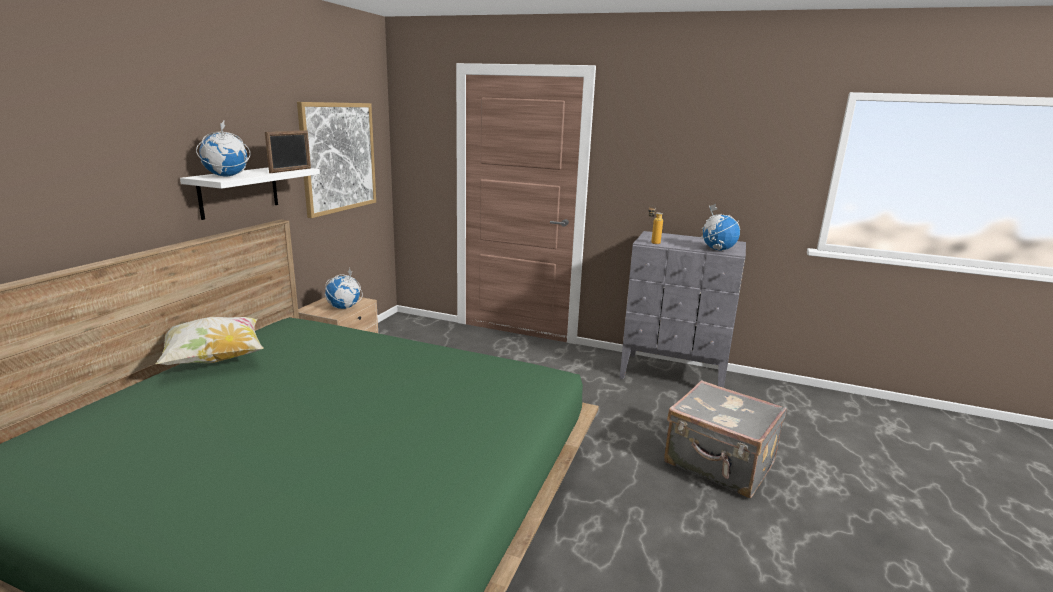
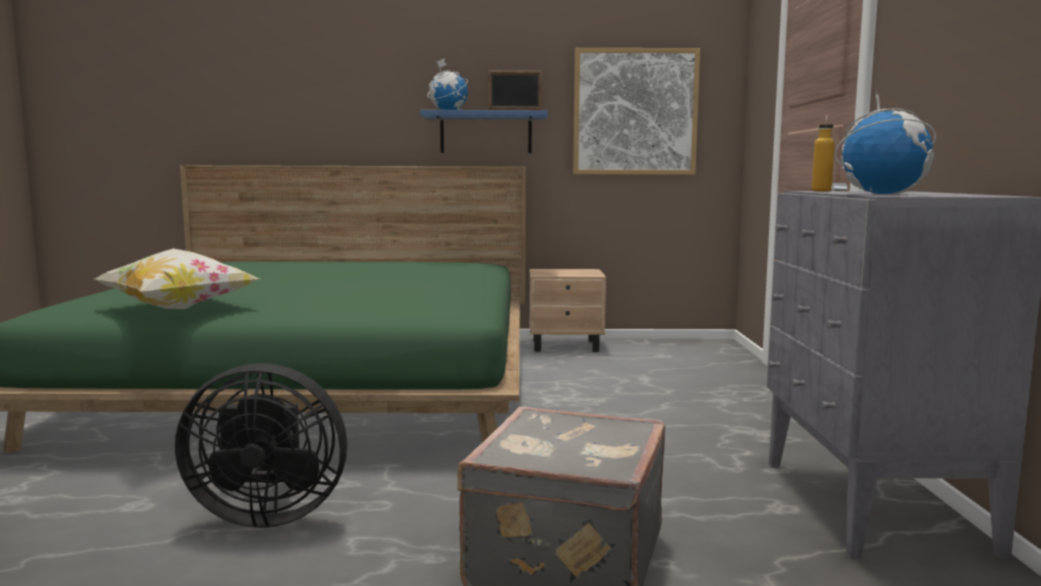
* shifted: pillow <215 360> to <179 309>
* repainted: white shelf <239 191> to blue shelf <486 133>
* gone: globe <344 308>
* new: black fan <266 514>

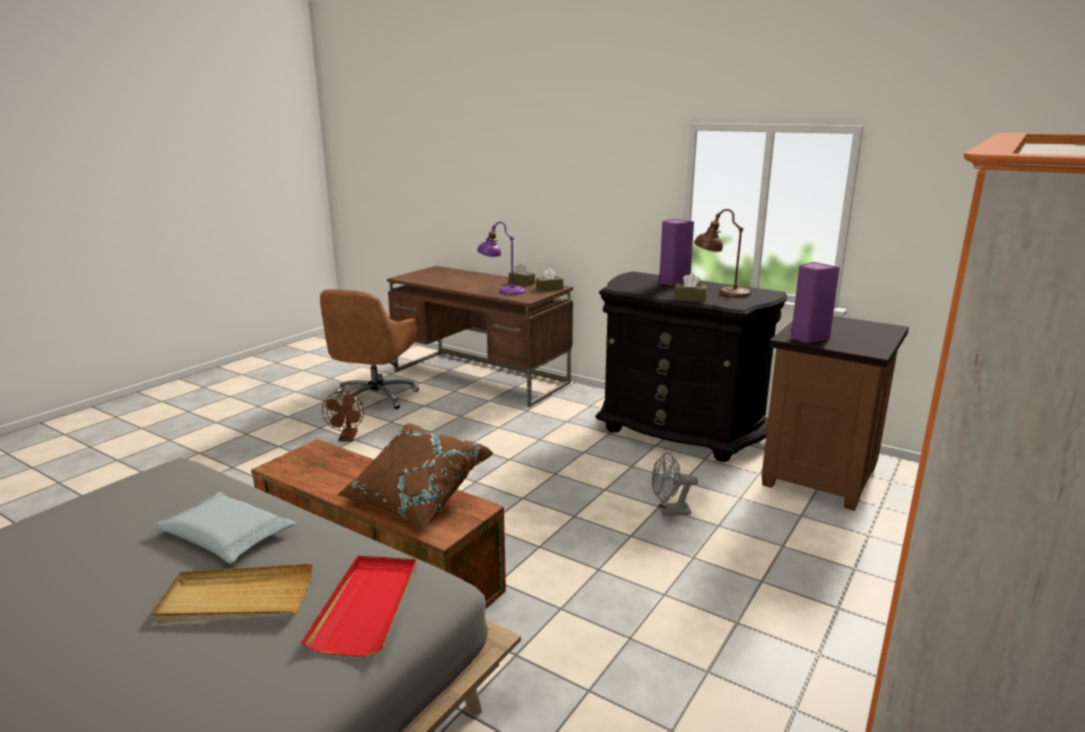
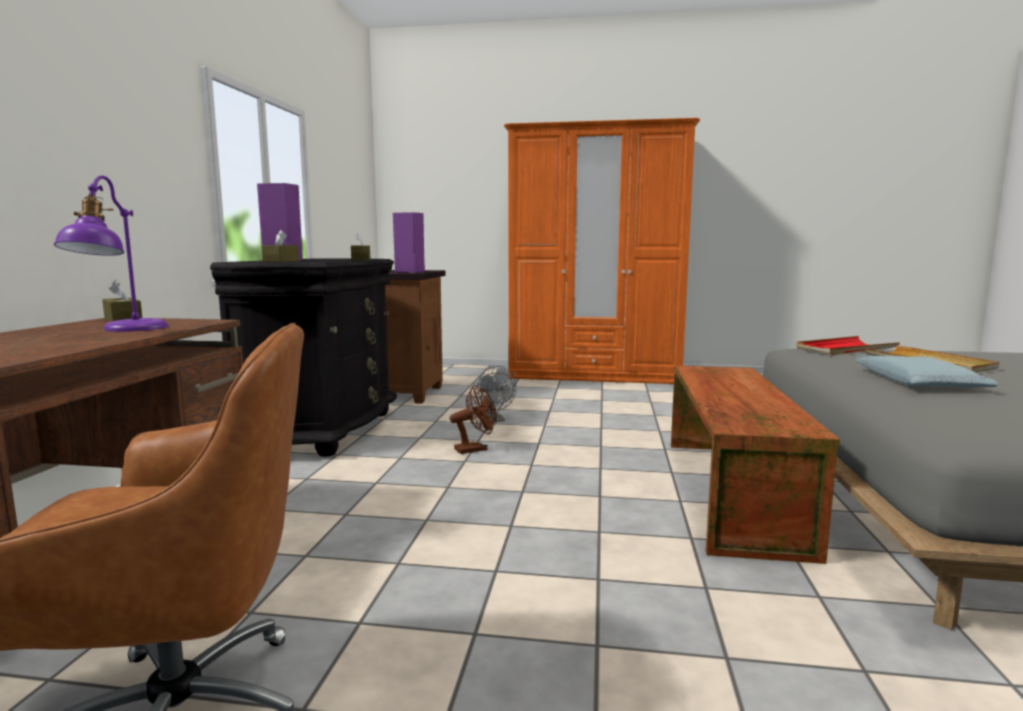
* shifted: brown fan <347 438> to <475 449>
* gone: brown pillow <416 498>
* shifted: brown tissue box <522 283> to <281 261>
* gone: brown table lamp <720 291>

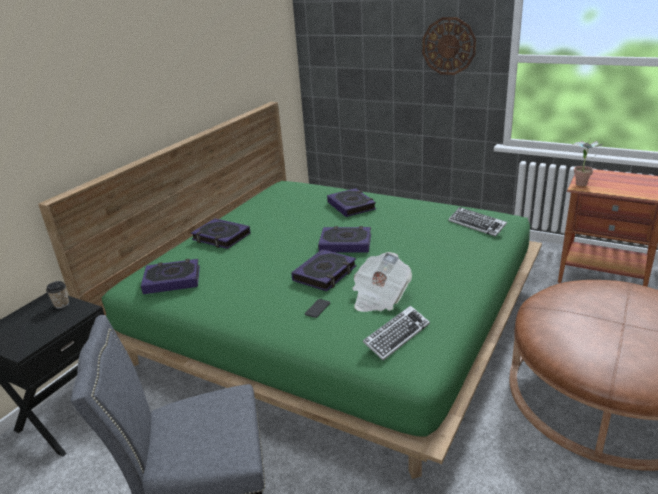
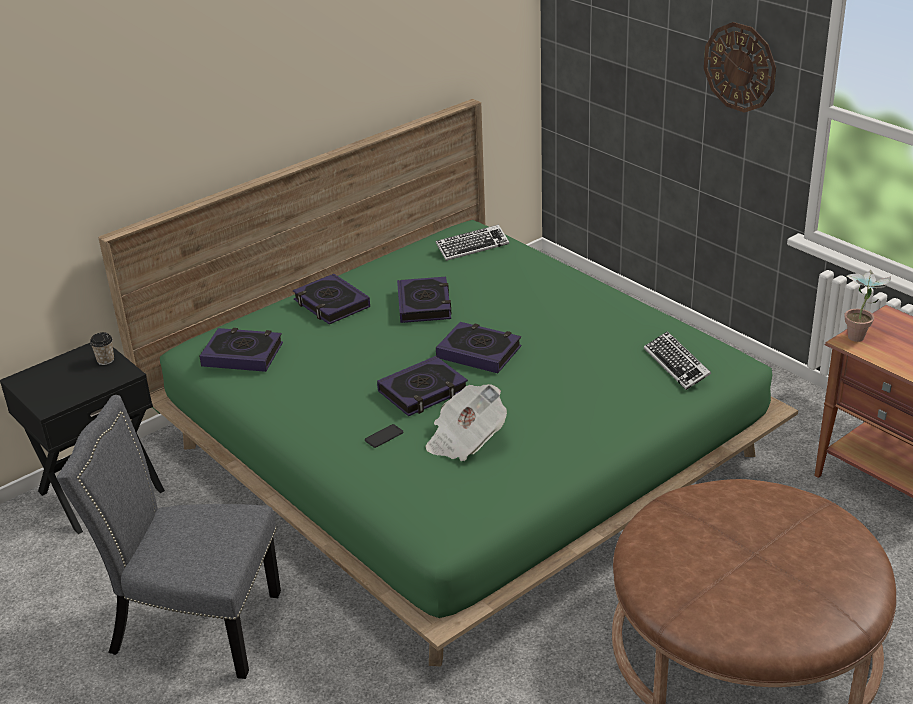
* shifted: book <351 206> to <424 305>
* shifted: keyboard <396 336> to <472 247>

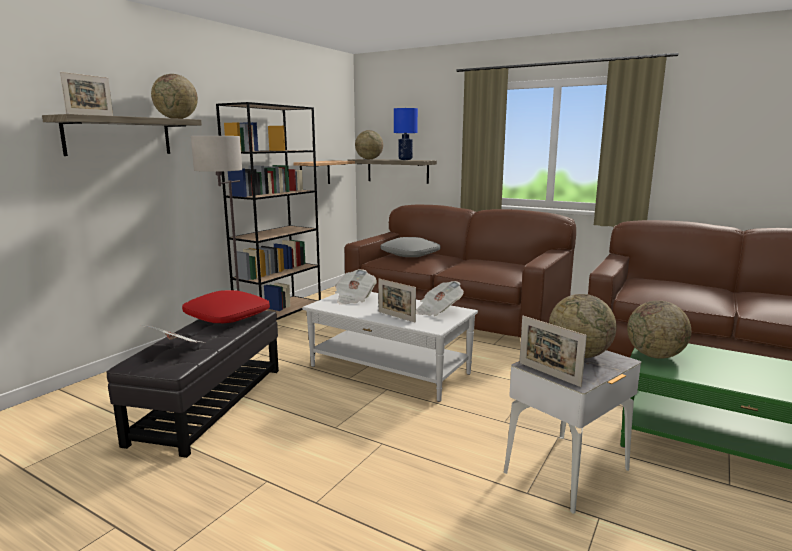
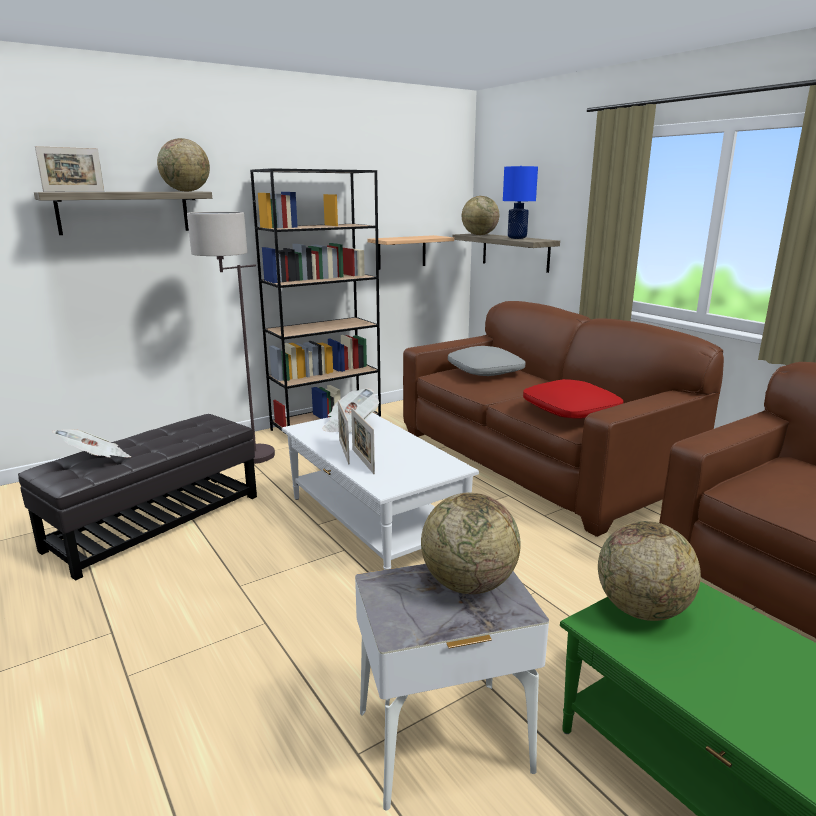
* shifted: red pillow <227 316> to <571 410>
* gone: newspaper <438 311>
* shifted: picture frame <548 374> to <344 451>

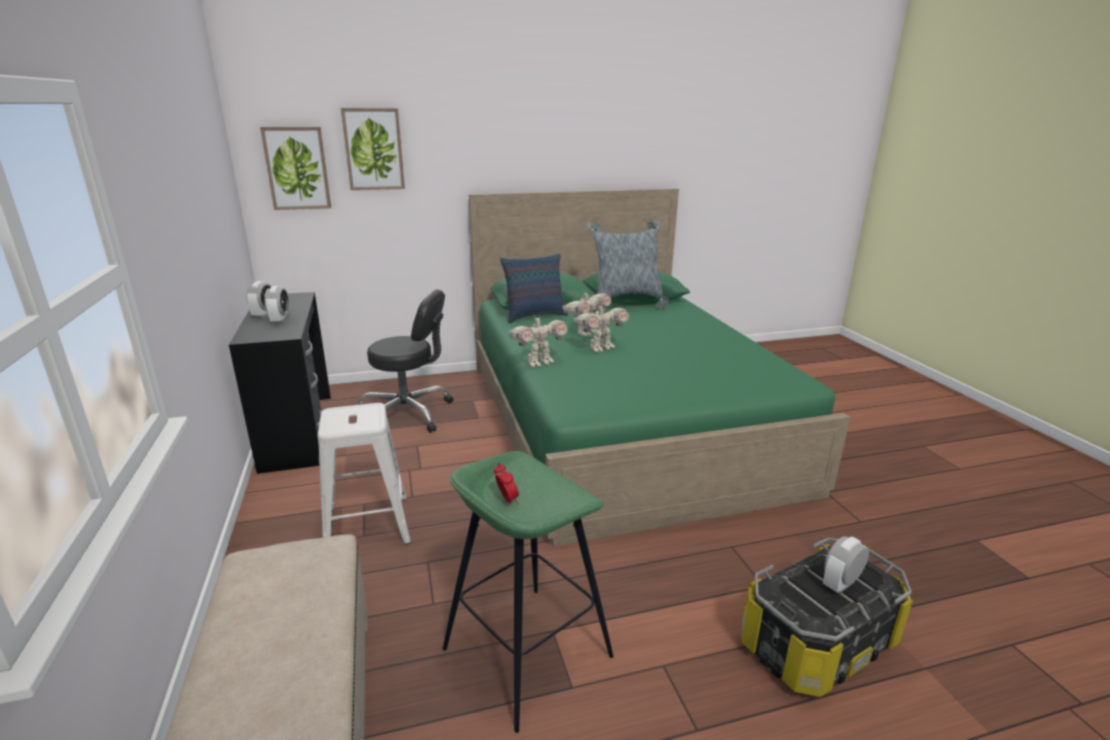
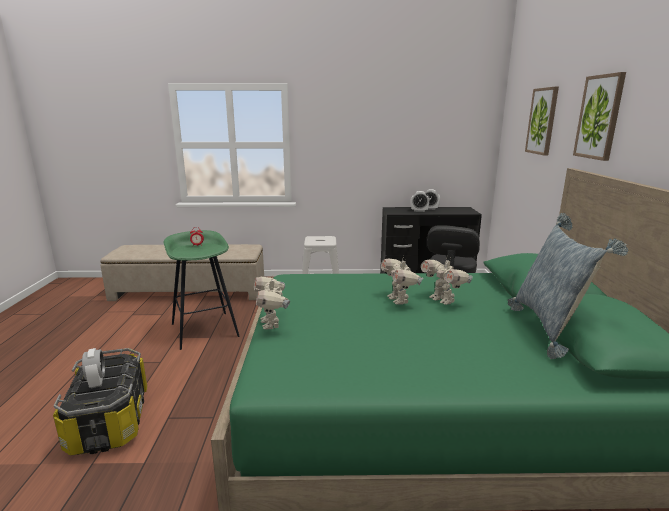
* shifted: picture <297 168> to <599 117>
* gone: blue pillow <535 316>
* shifted: toy robot <538 363> to <271 324>

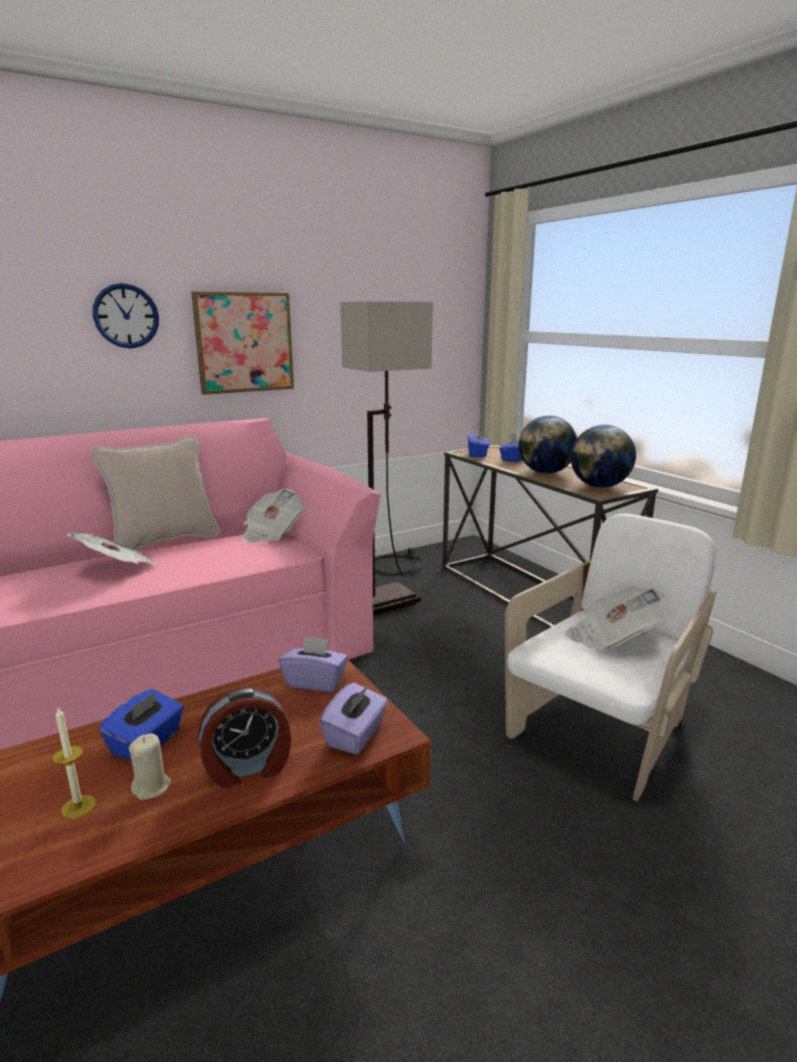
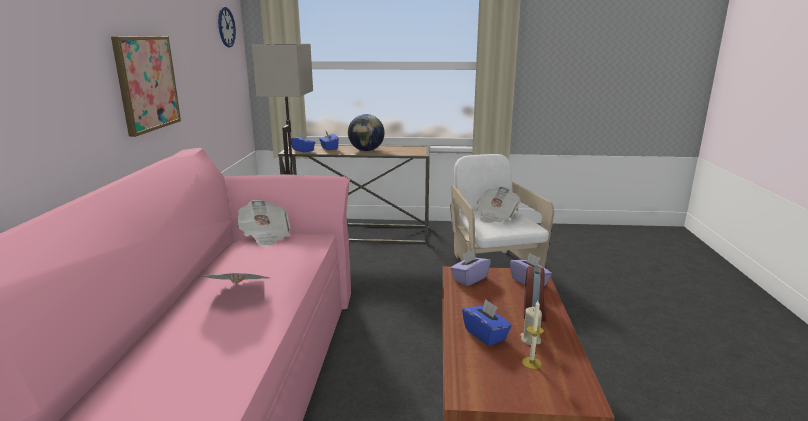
* gone: beige pillow <164 541>
* shifted: wall clock <126 316> to <226 27>
* gone: globe <599 486>

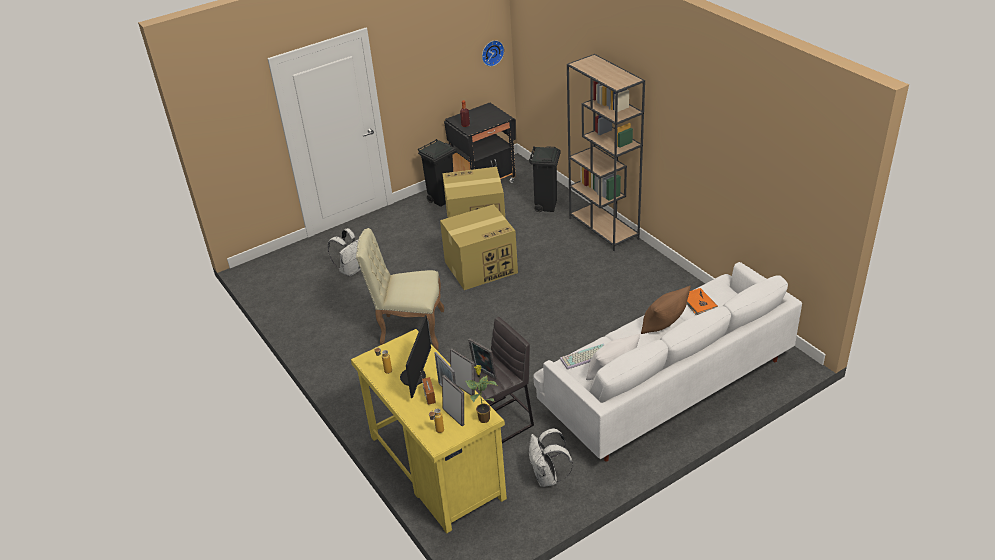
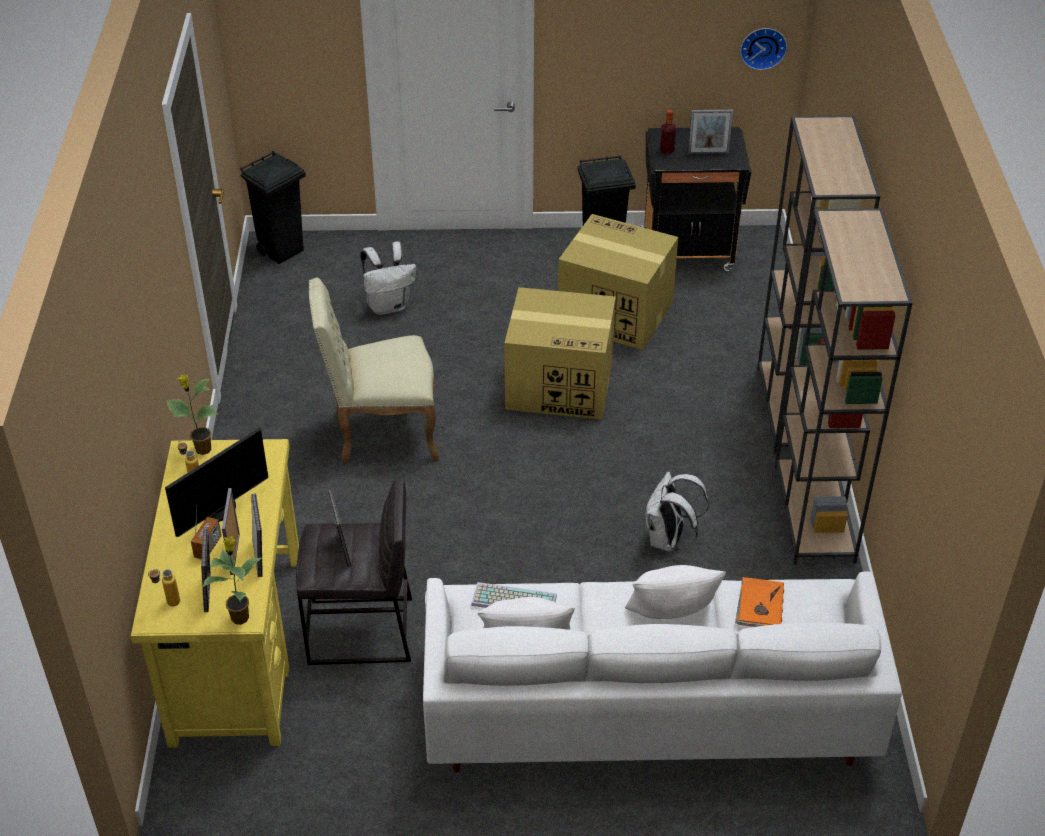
* rotated: beige chair <410 329> = <383 433> 45 degrees counterclockwise
* shifted: black trash can <546 206> to <282 251>
* shifted: white backpack <547 478> to <668 540>
* repainted: brown pillow <663 326> to white pillow <670 614>
* new: potted plant <202 449>
* new: picture frame <708 153>
* new: bookcase <815 514>

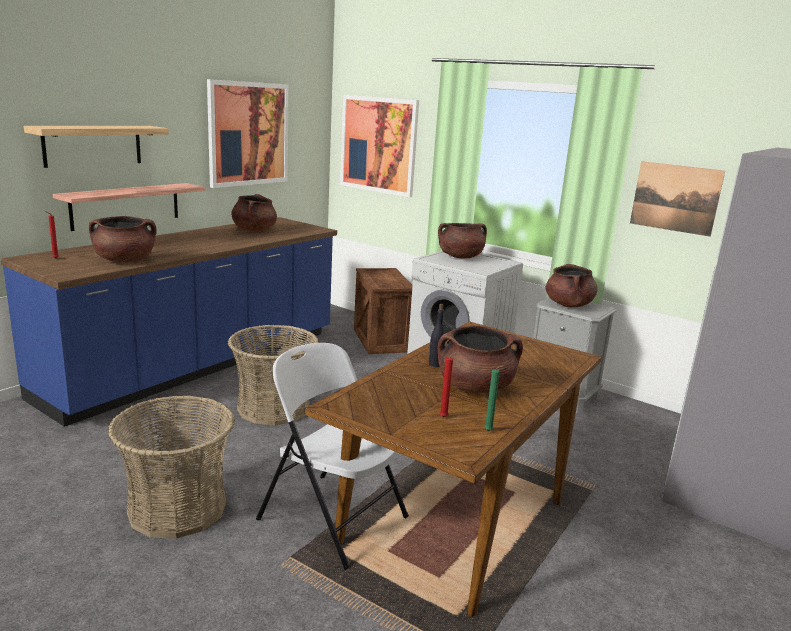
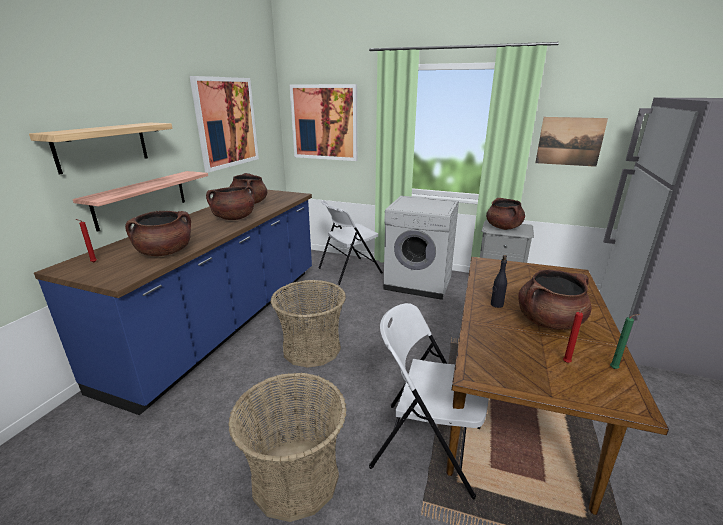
* swapped: crate <380 340> to white chair <349 270>
* shifted: brown cooking pot <460 257> to <234 218>

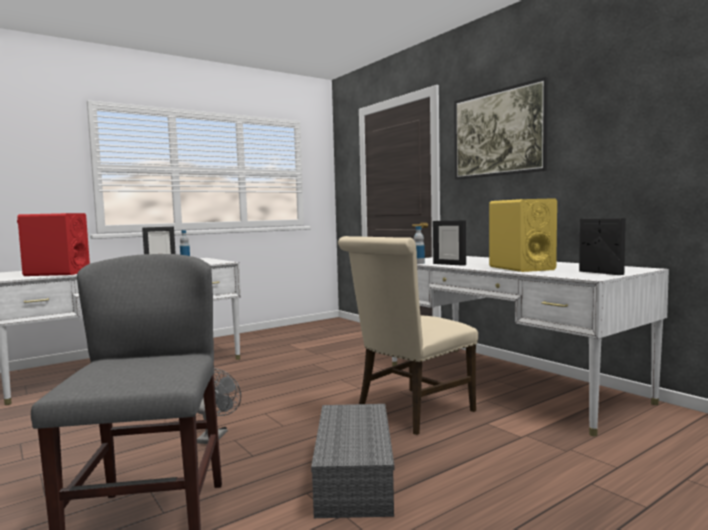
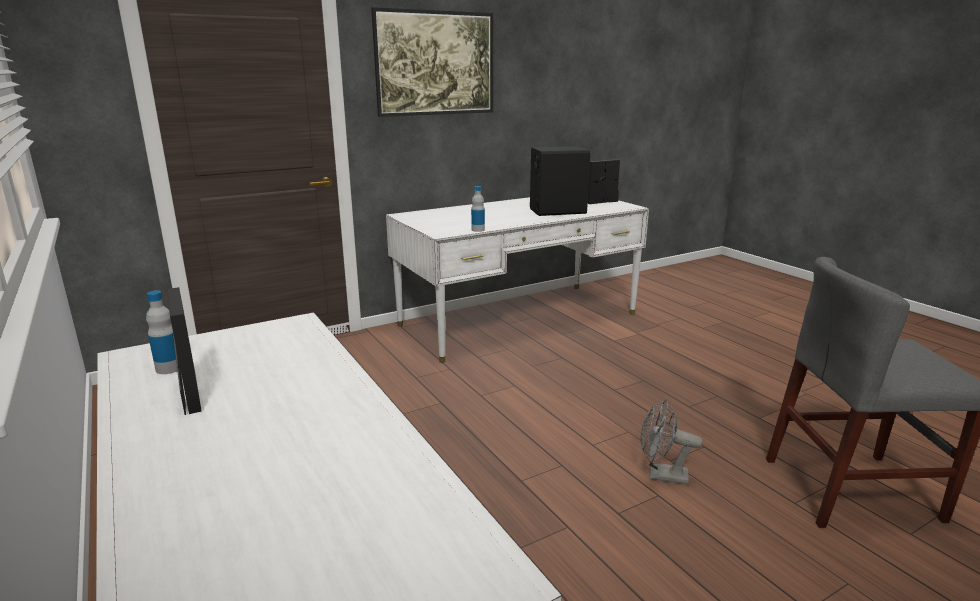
* gone: red speaker <57 273>
* gone: grey storage box <352 475>
* gone: beige chair <410 412>
* gone: picture frame <449 264>
* repainted: yellow speaker <521 268> to black speaker <557 211>

